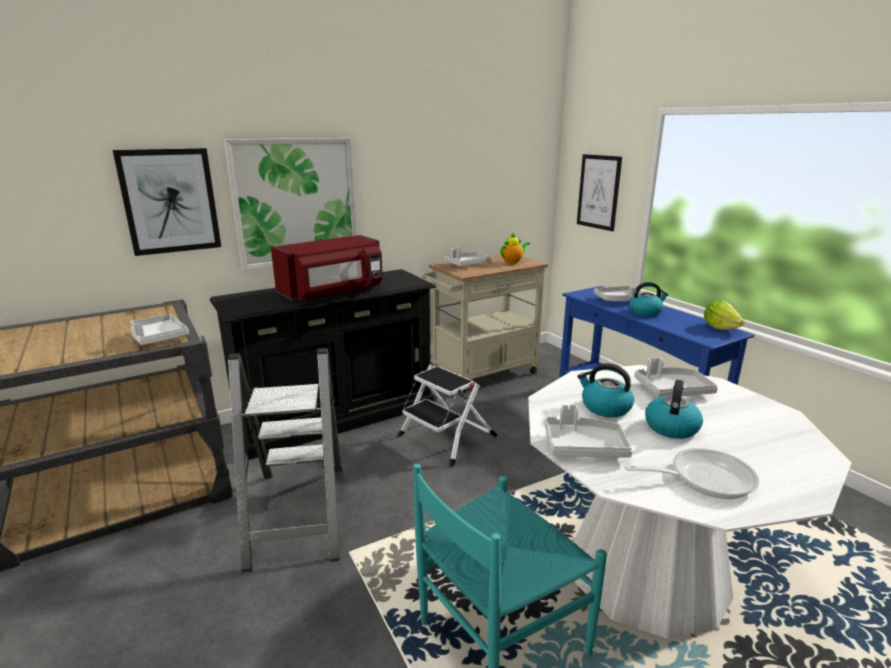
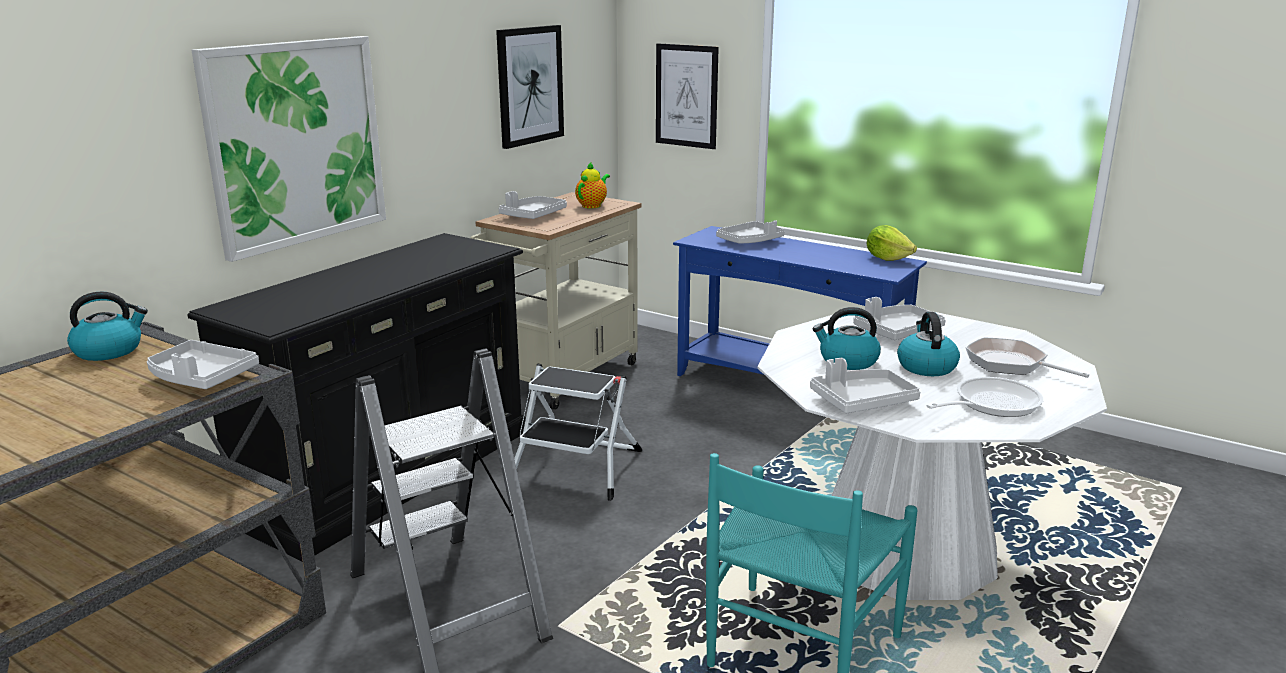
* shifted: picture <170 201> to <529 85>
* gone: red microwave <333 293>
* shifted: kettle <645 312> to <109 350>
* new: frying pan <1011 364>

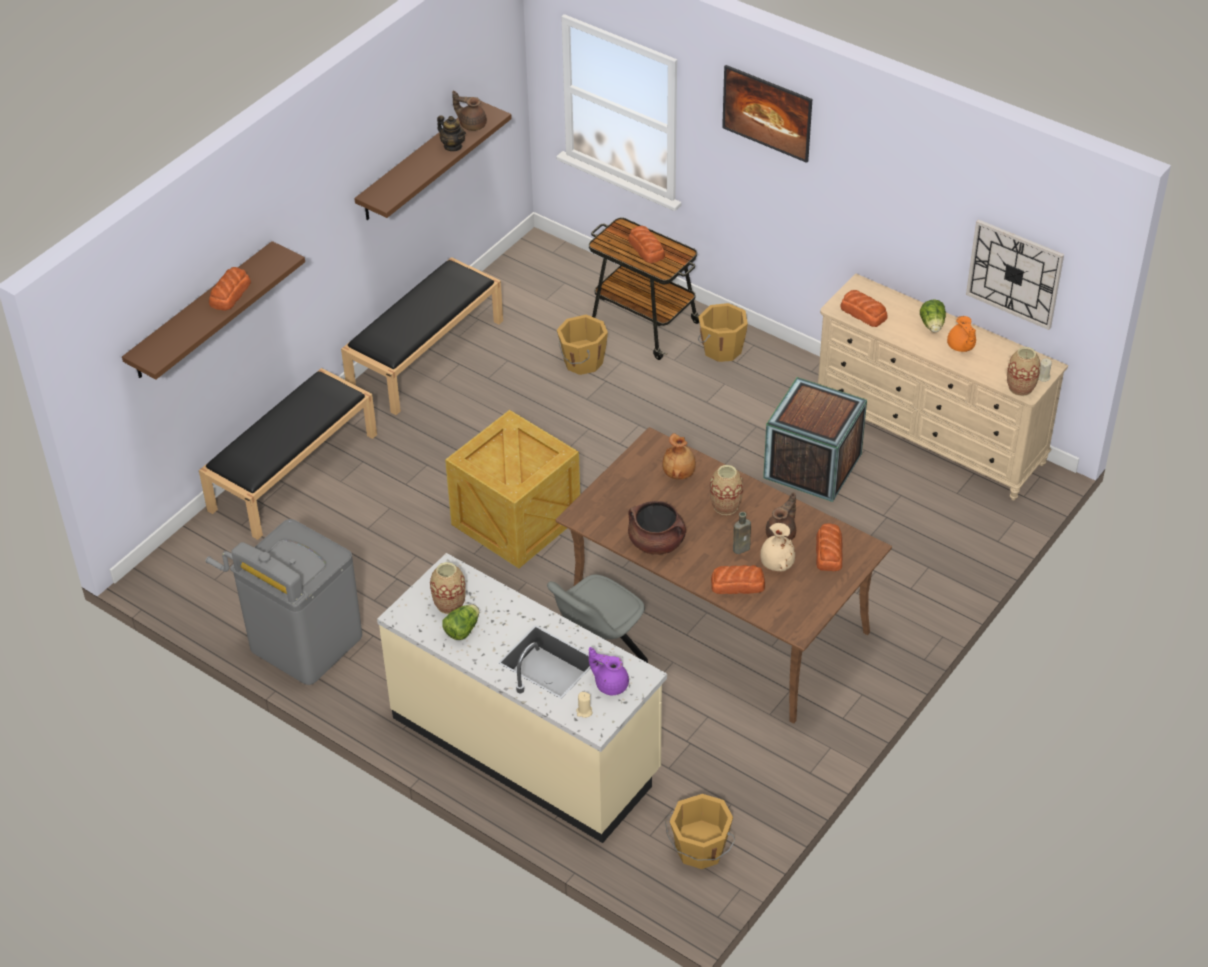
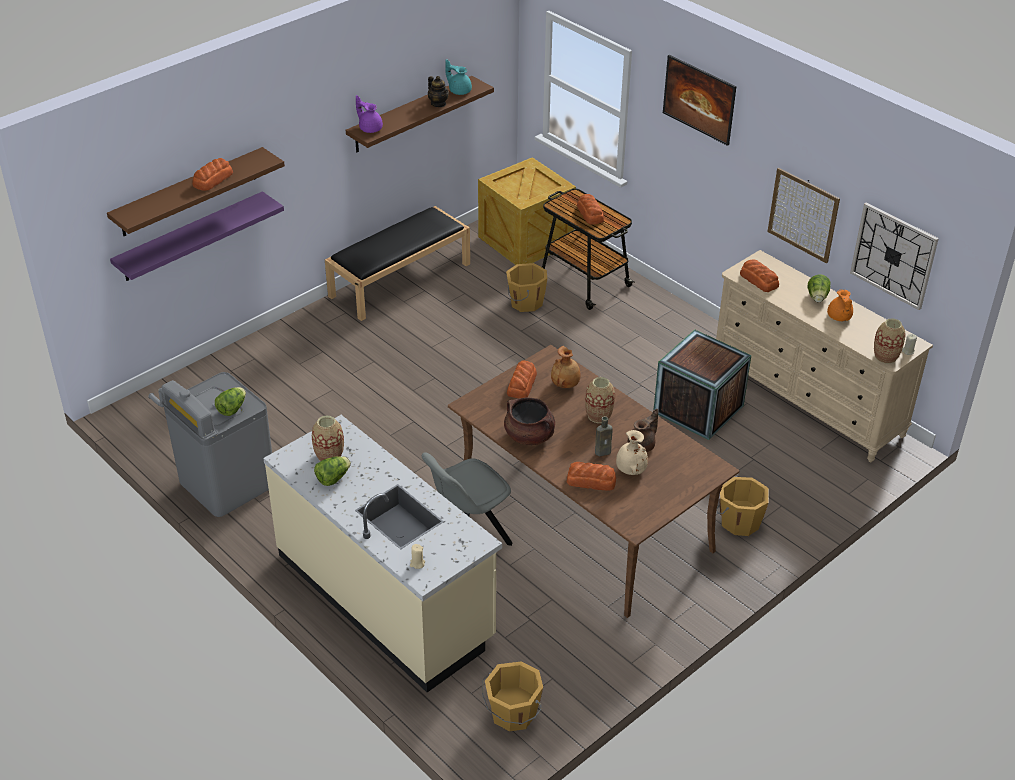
* gone: black bench <293 471>
* shifted: crate <516 522> to <525 241>
* repainted: brown teapot <472 124> to turquoise teapot <459 90>
* shifted: purple teapot <610 684> to <370 128>
* shifted: orange bucket <721 348> to <739 521>
* shifted: bread <829 551> to <522 384>
* new: purple shelf <190 237>
* new: lettuce <232 409>
* new: picture <803 213>

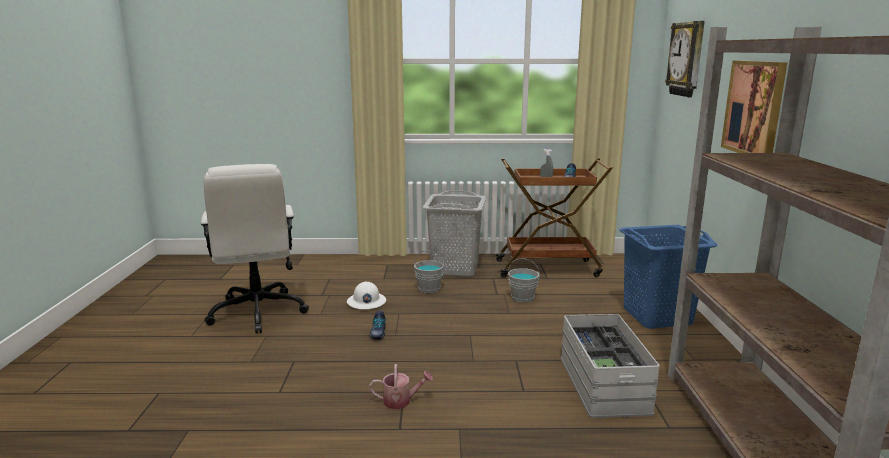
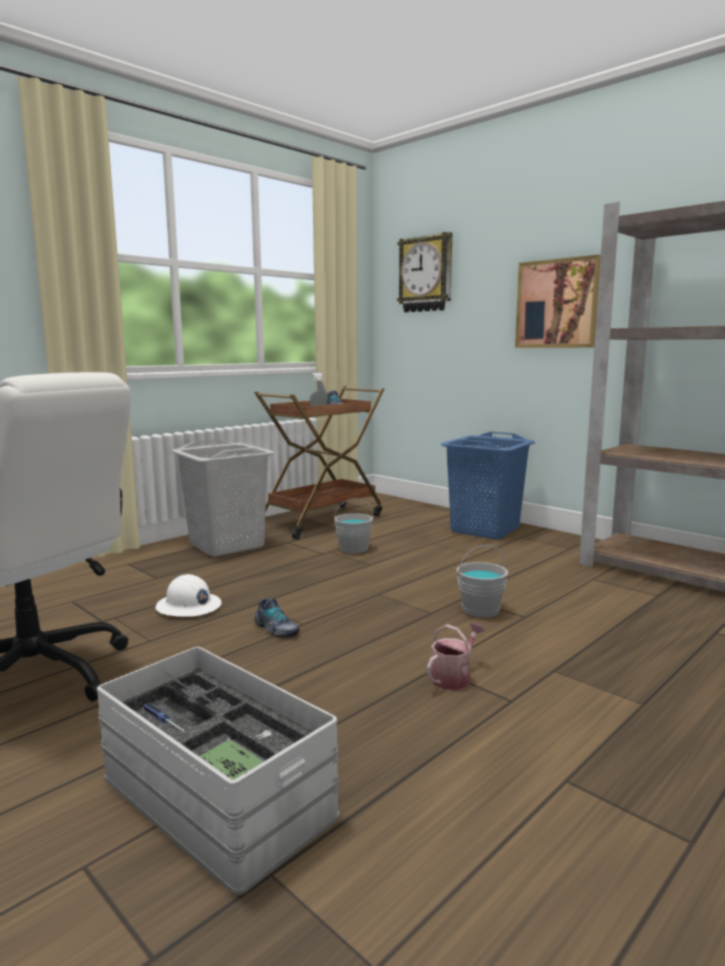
* shifted: grey bucket <429 288> to <480 609>
* shifted: grey storage box <602 383> to <214 796>

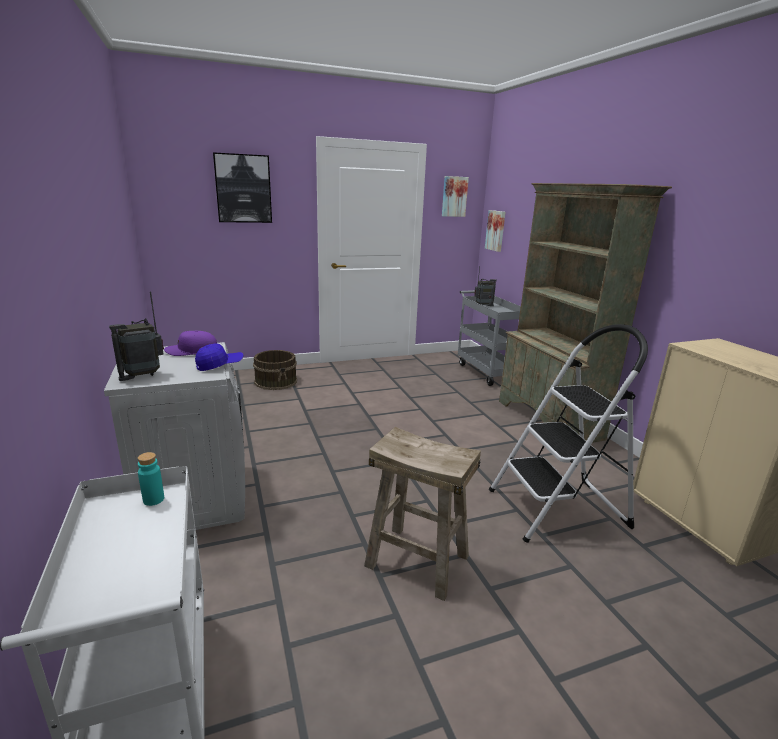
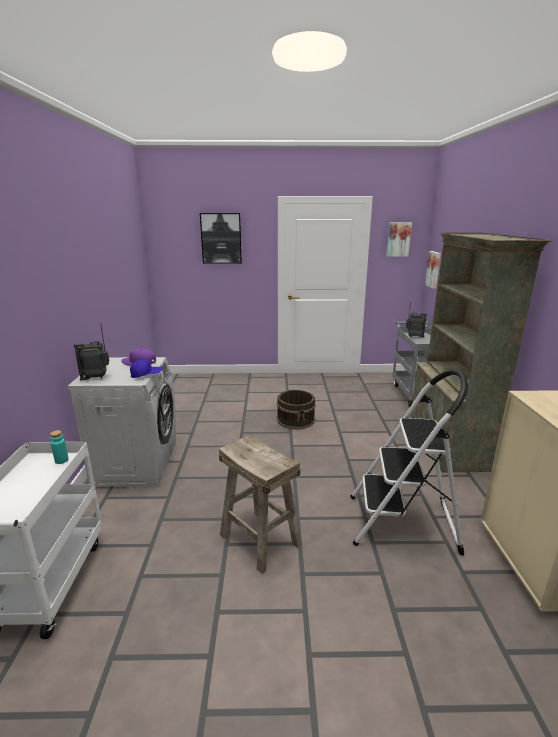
* shifted: brown bucket <276 381> to <296 419>

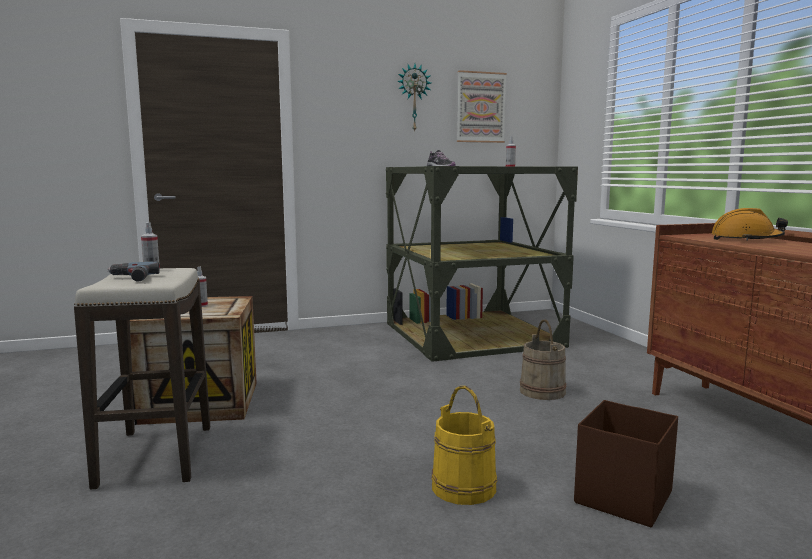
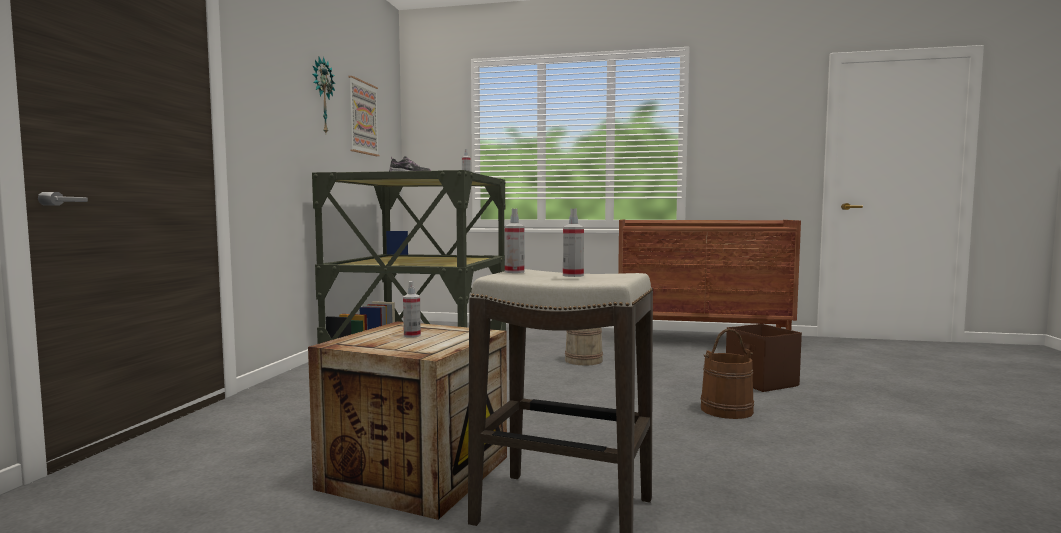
* swapped: power drill <131 278> to spray bottle <573 275>
* repainted: yellow bucket <463 487> to brown bucket <726 410>
* gone: orange hard hat <746 240>

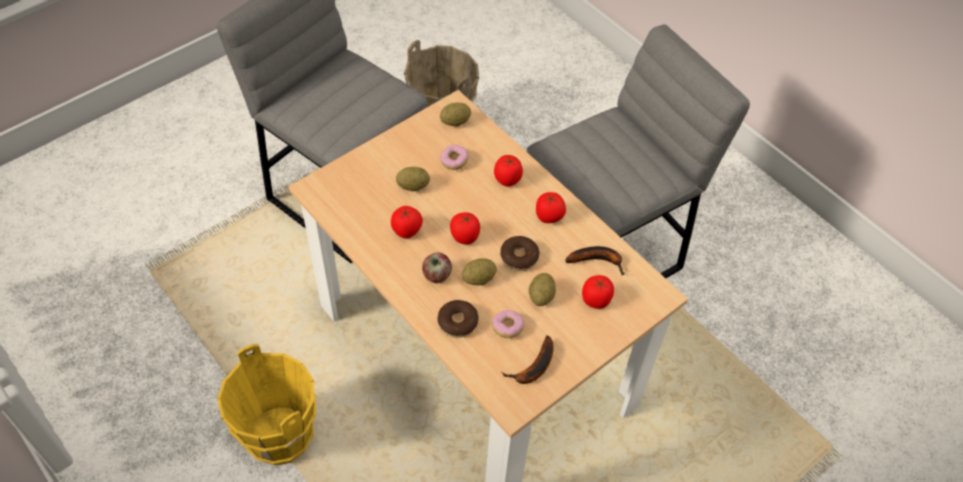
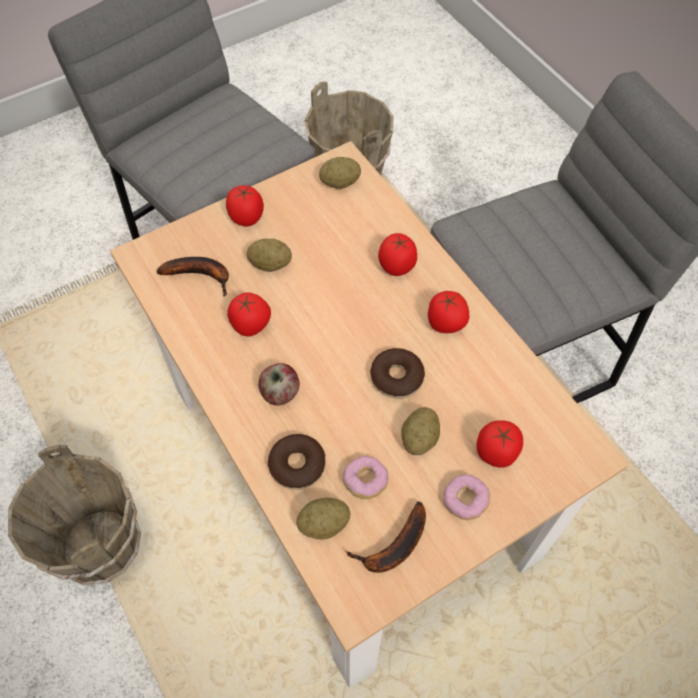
* repainted: yellow bucket <279 437> to brown bucket <101 548>
* shifted: donut <454 161> to <465 500>
* shifted: tomato <464 237> to <246 218>
* shifted: potato <478 279> to <324 524>
* shifted: banana <598 260> to <201 275>

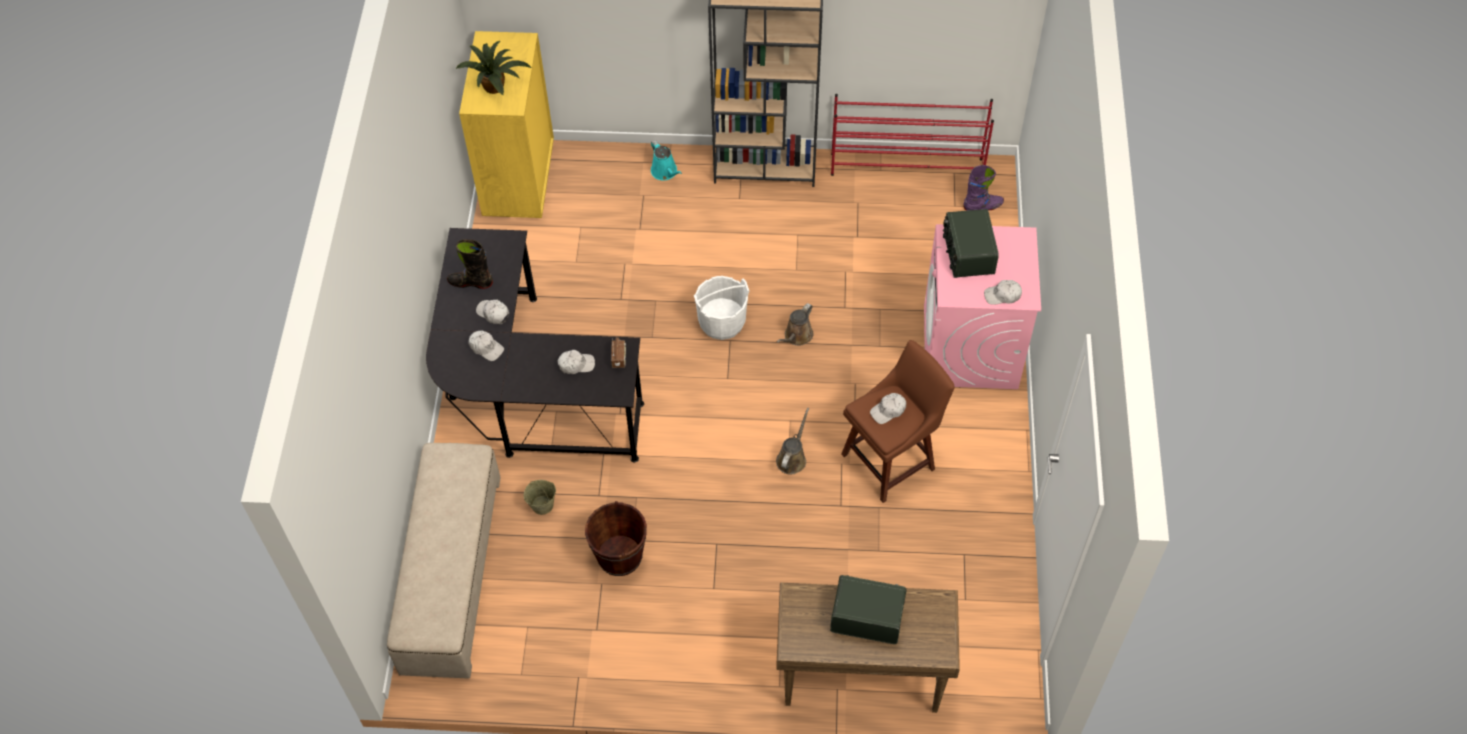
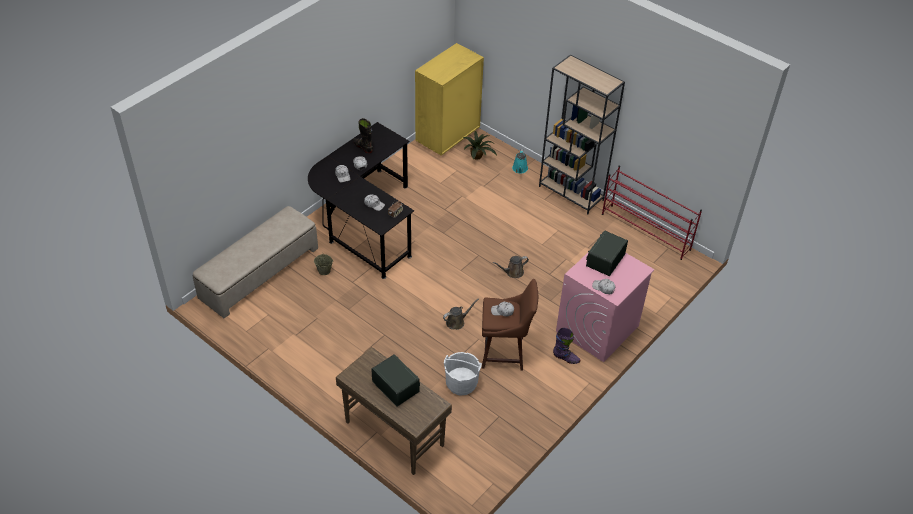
* shifted: potted plant <495 86> to <477 156>
* gone: brown bucket <619 556>
* shifted: white bucket <722 322> to <461 383>
* shifted: purple boot <983 206> to <566 358>

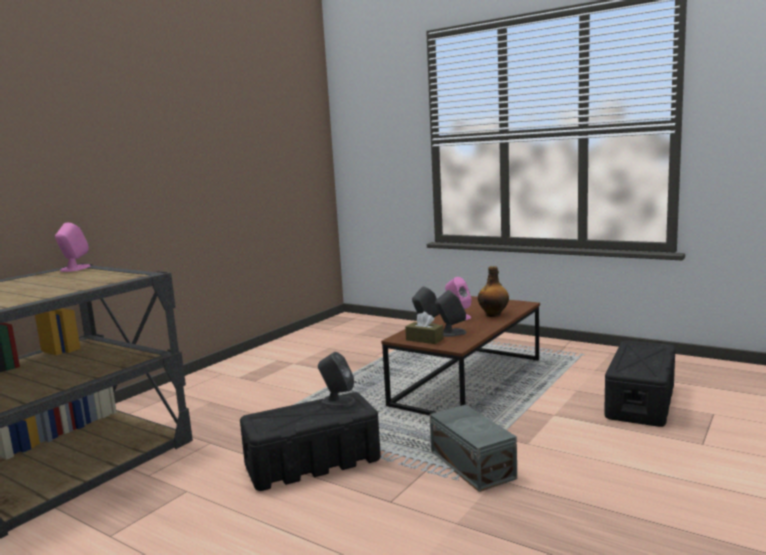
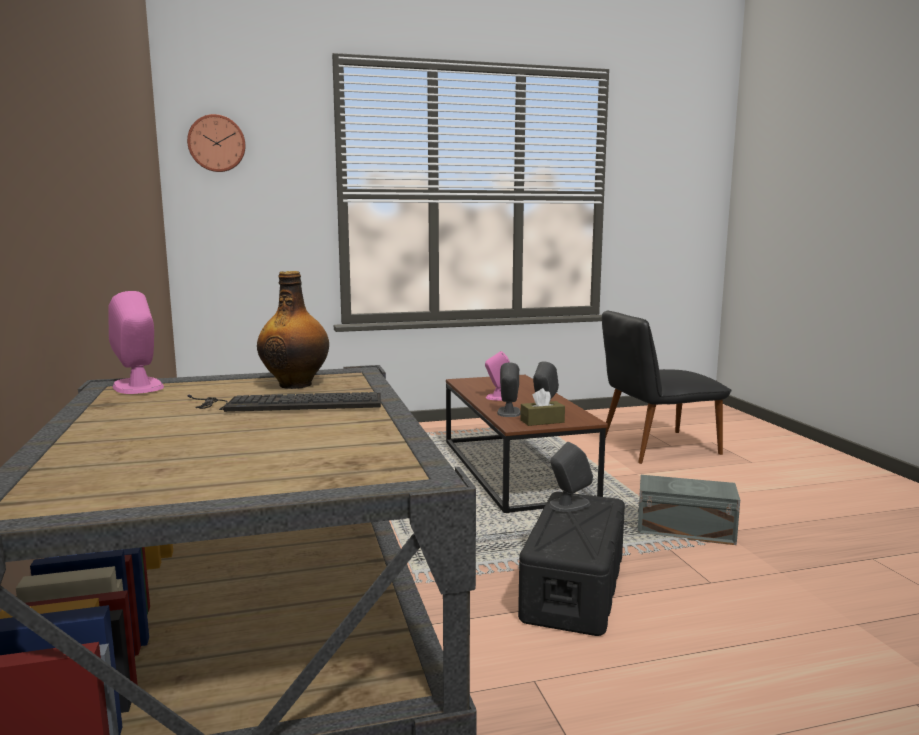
* shifted: bottle <494 315> to <296 384>
* swapped: black storage box <640 401> to black chair <659 446>
* new: wall clock <217 143>
* new: keyboard <286 403>

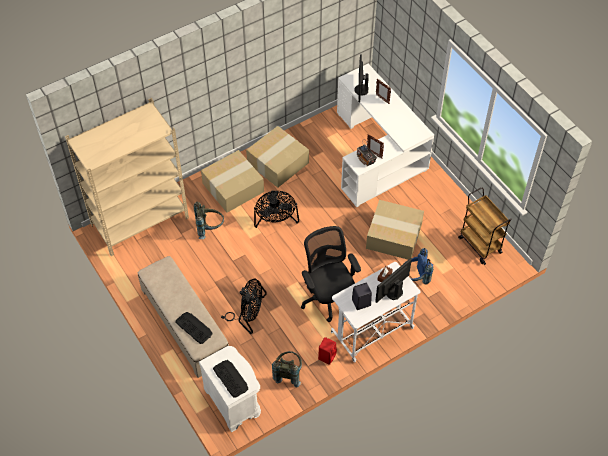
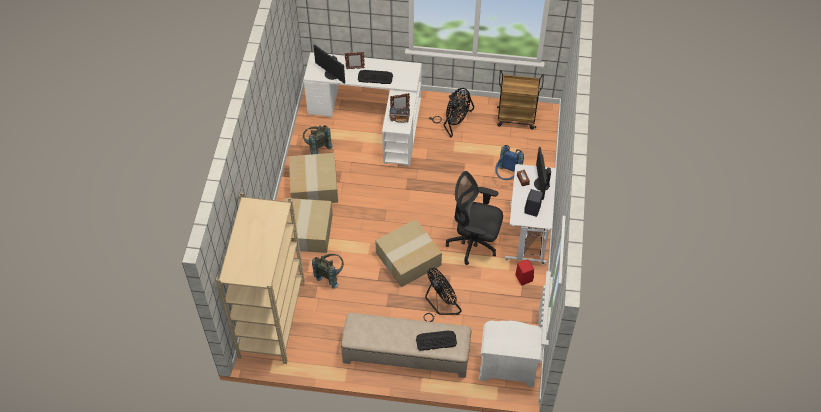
* shifted: keyboard <230 378> to <375 77>
* shifted: black fan <274 218> to <453 121>
* shifted: grey backpack <288 373> to <316 146>
* shifted: cardboard box <393 236> to <408 260>

